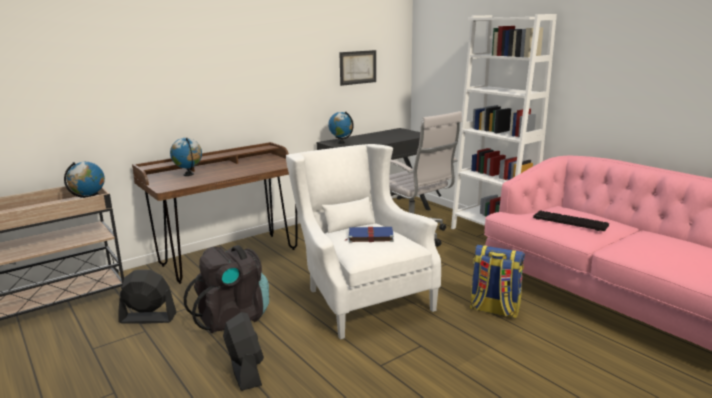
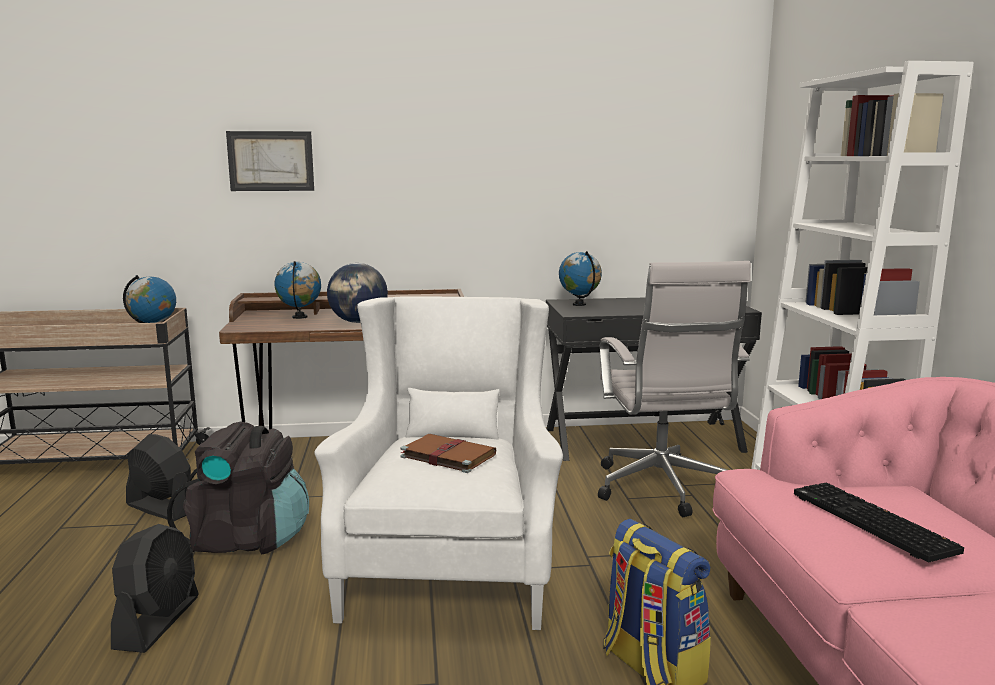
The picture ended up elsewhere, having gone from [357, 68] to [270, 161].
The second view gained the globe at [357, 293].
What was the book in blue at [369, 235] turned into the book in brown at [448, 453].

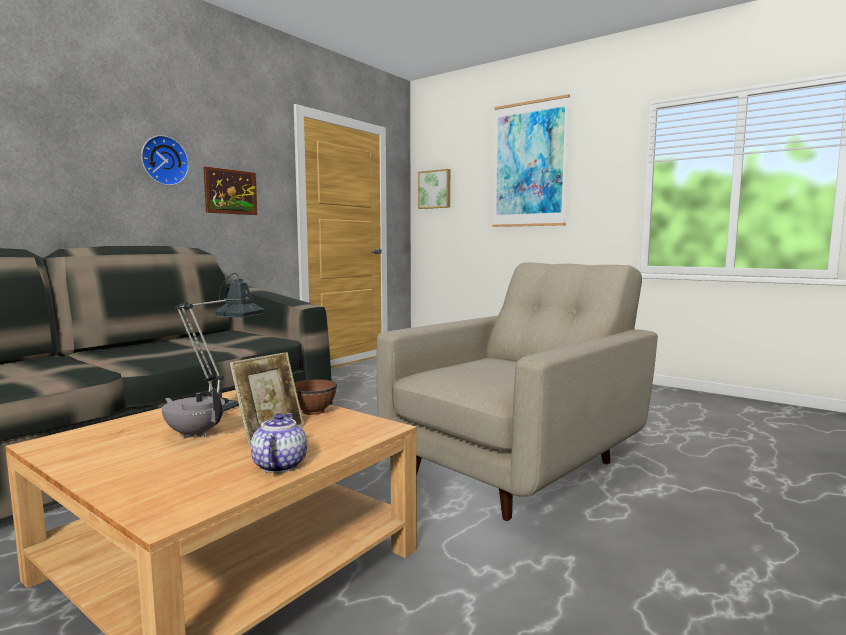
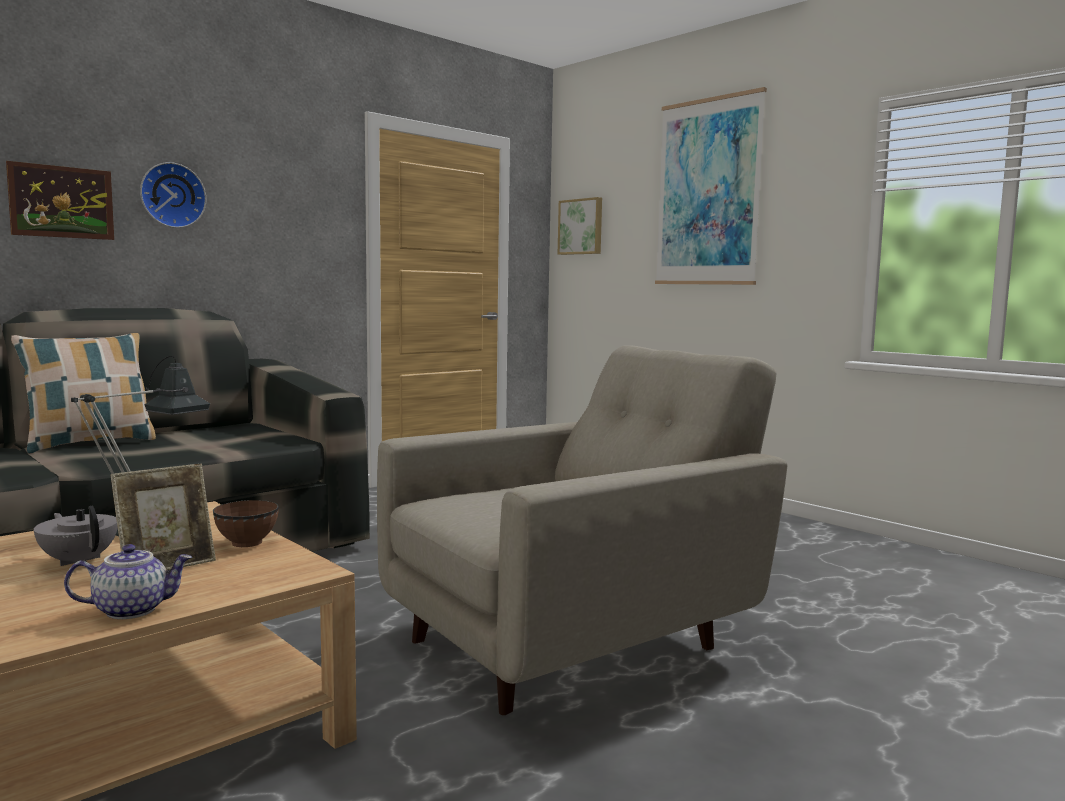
The picture ended up elsewhere, having gone from [230, 190] to [60, 200].
The second view gained the pillow at [83, 393].
The teapot at [279, 443] ended up facing another way, 60 degrees clockwise from before.

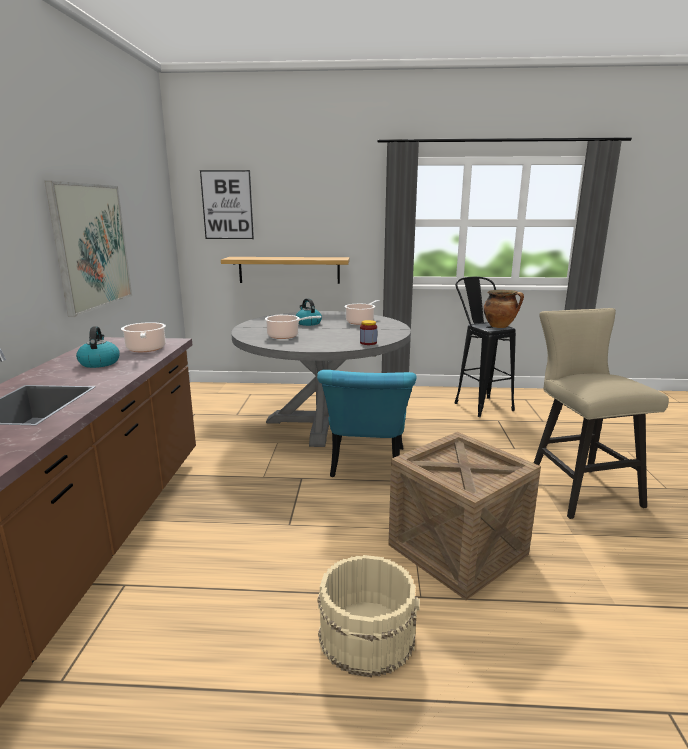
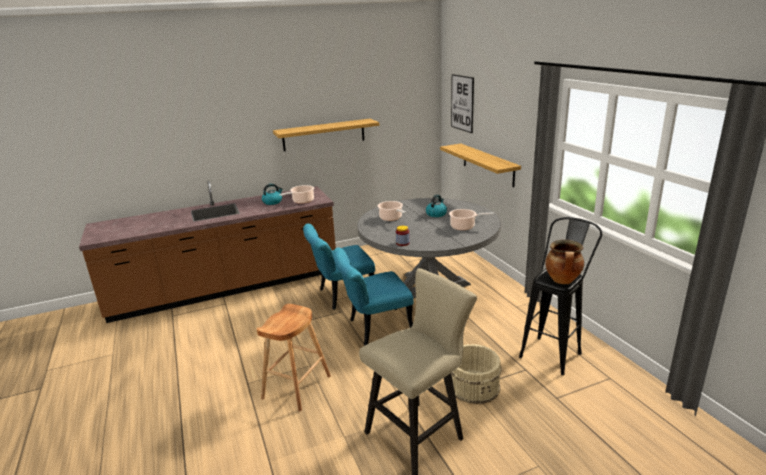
Where the crate stood at [464, 516], the stool in brown came to stand at [294, 358].
Where the picture hung at [88, 249], the shelf came to hang at [326, 135].
The second view gained the chair in turquoise at [339, 267].
The bucket in beige ended up elsewhere, having gone from [369, 616] to [476, 374].

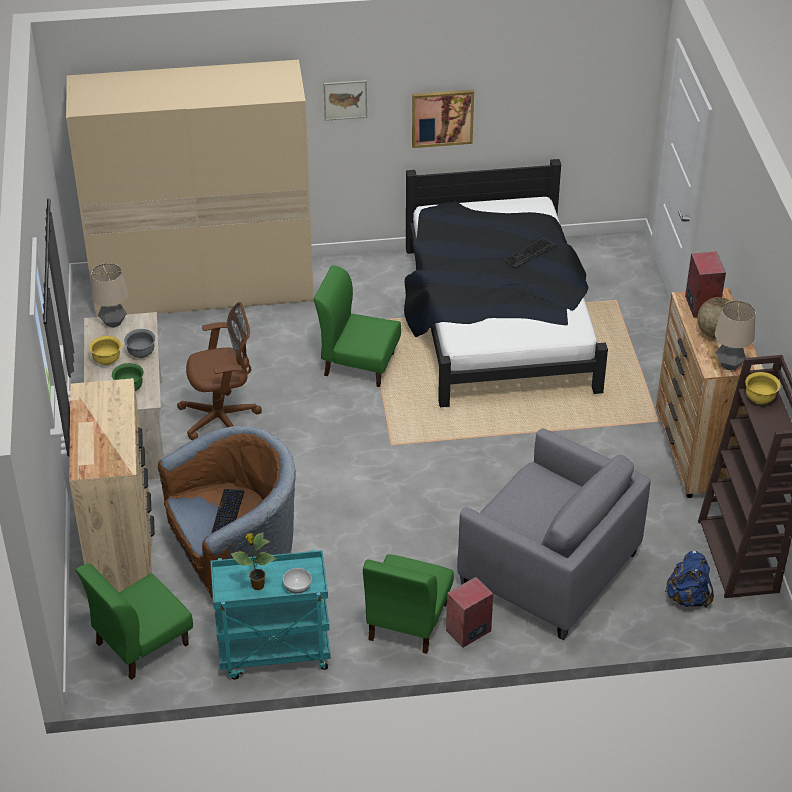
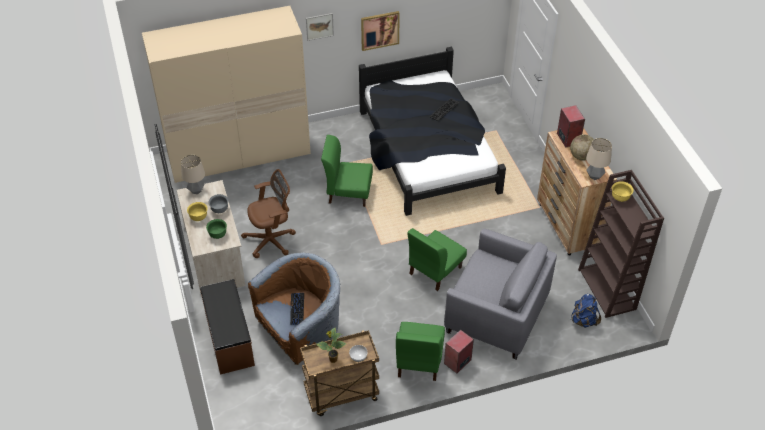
Where the dresser in beige stood at [112, 485], the bench in brown came to stand at [227, 327].
What was the cart in turquoise at [270, 614] turned into the cart in brown at [339, 373].
The chair in green ended up elsewhere, having gone from [134, 621] to [437, 259].

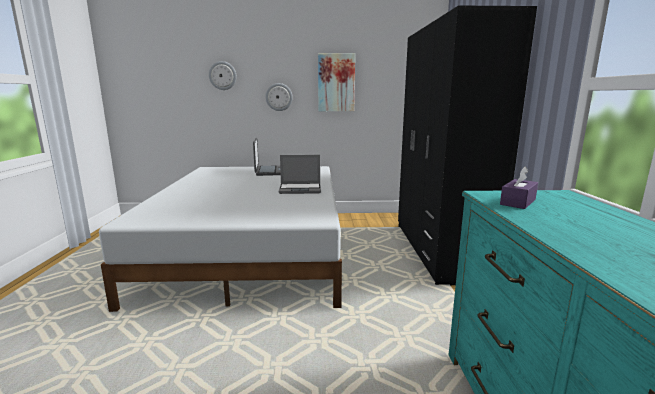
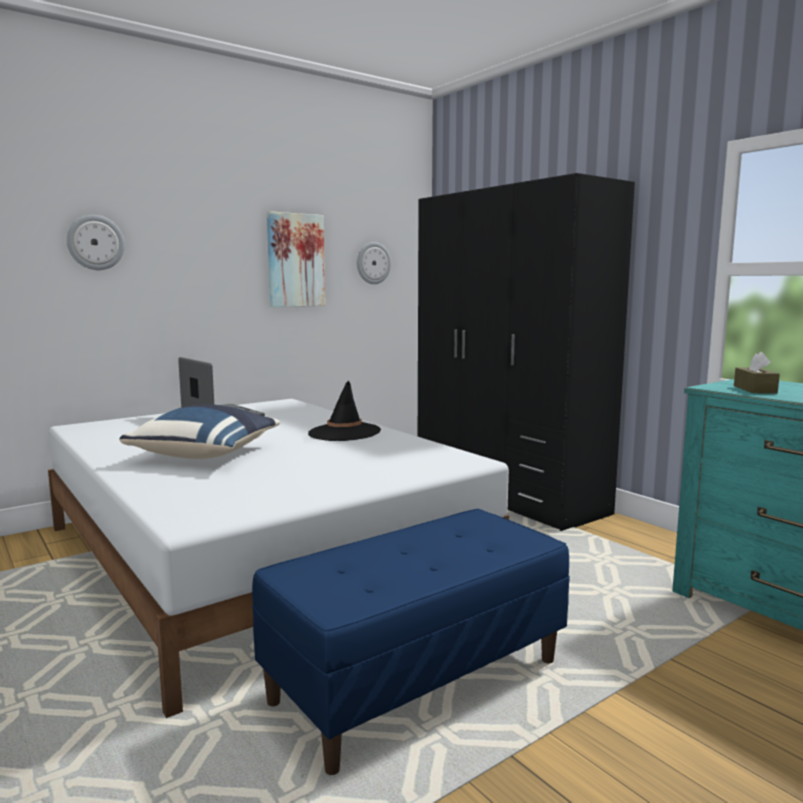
The second view gained the pillow in blue at [199, 431].
The second view gained the bench in blue at [411, 642].
Where the laptop stood at [300, 174], the hat in black came to stand at [344, 411].
The wall clock ended up elsewhere, having gone from [279, 97] to [374, 263].
What was the tissue box in purple at [519, 187] turned into the tissue box in brown at [757, 372].

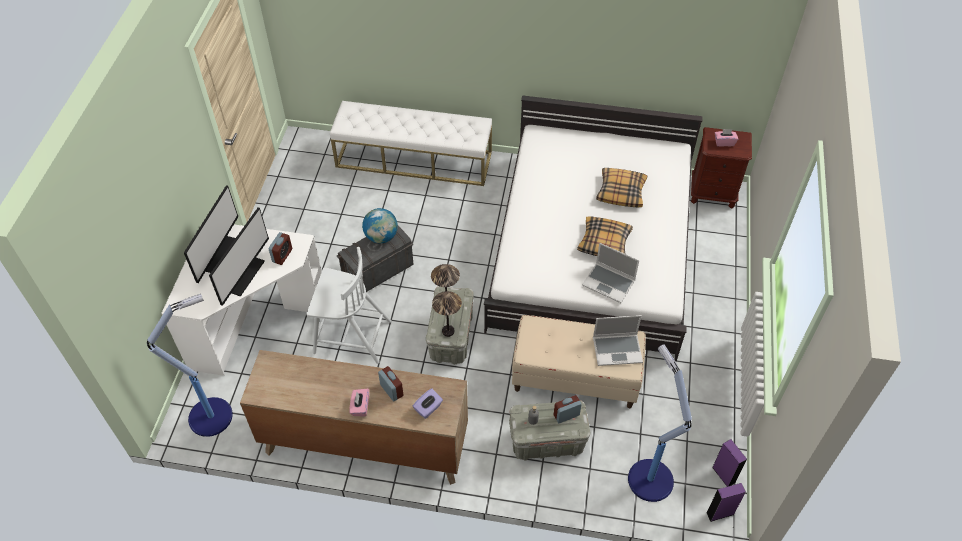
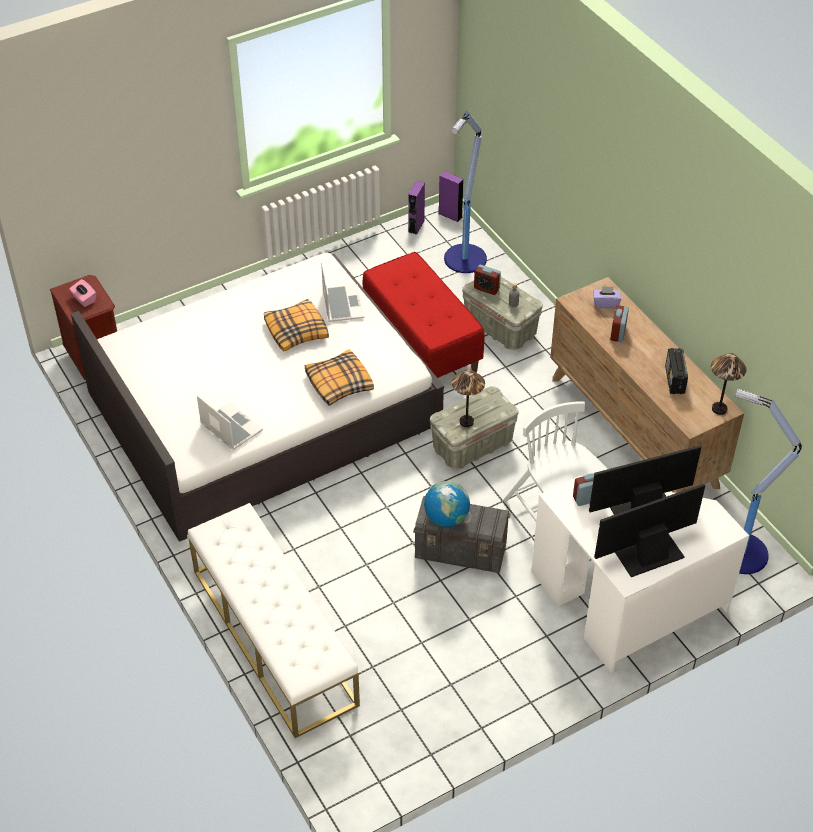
The laptop ended up elsewhere, having gone from [618, 340] to [230, 422].
The pillow ended up elsewhere, having gone from [621, 187] to [339, 377].
What was the bench in beige at [579, 361] turned into the bench in red at [423, 315].
The second view gained the radio at [676, 371].
The table lamp ended up elsewhere, having gone from [447, 314] to [728, 384].
The second view lost the tissue box in pink at [359, 403].

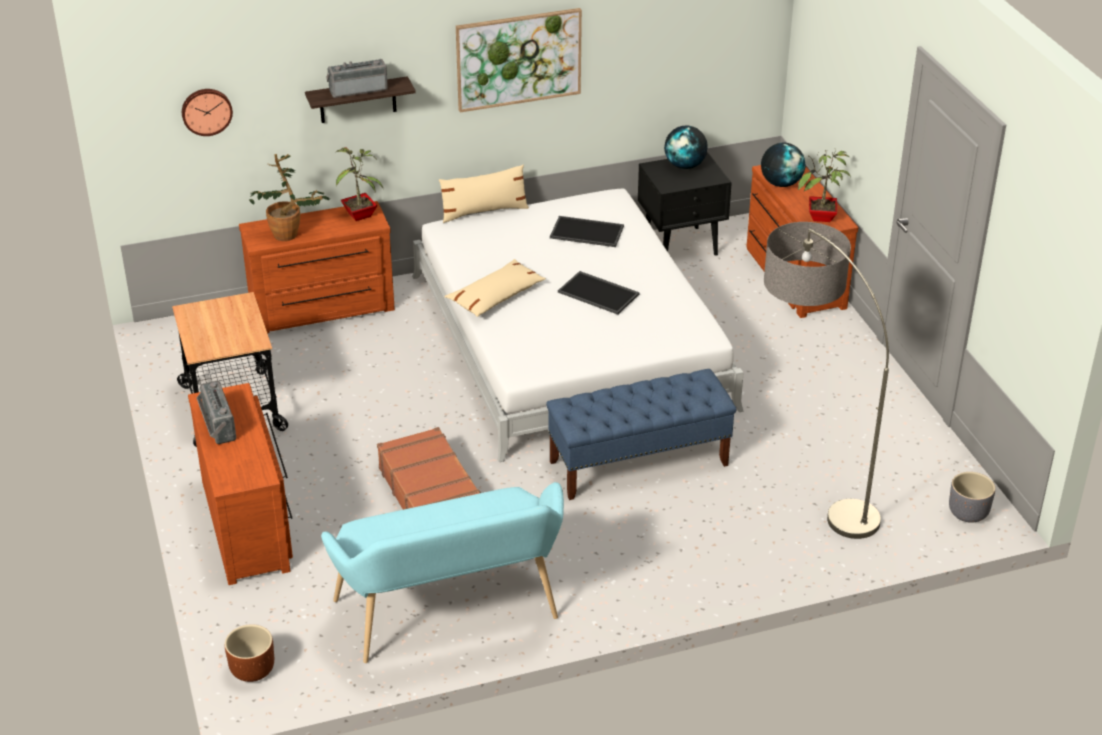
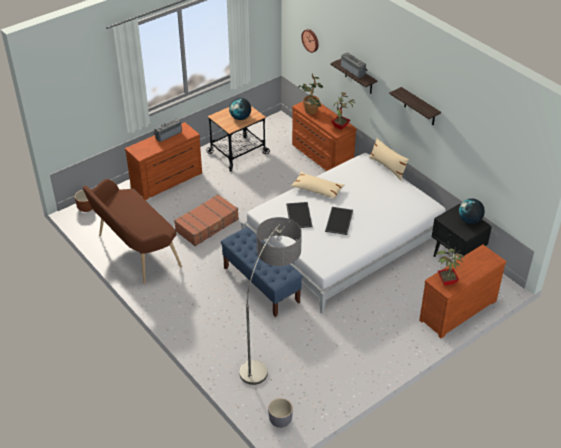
What was the bench in turquoise at [442, 572] turned into the bench in brown at [132, 231].
The globe ended up elsewhere, having gone from [783, 165] to [240, 109].
The tray ended up elsewhere, having gone from [587, 231] to [299, 215].
Where the picture hung at [519, 60], the shelf came to hang at [415, 106].

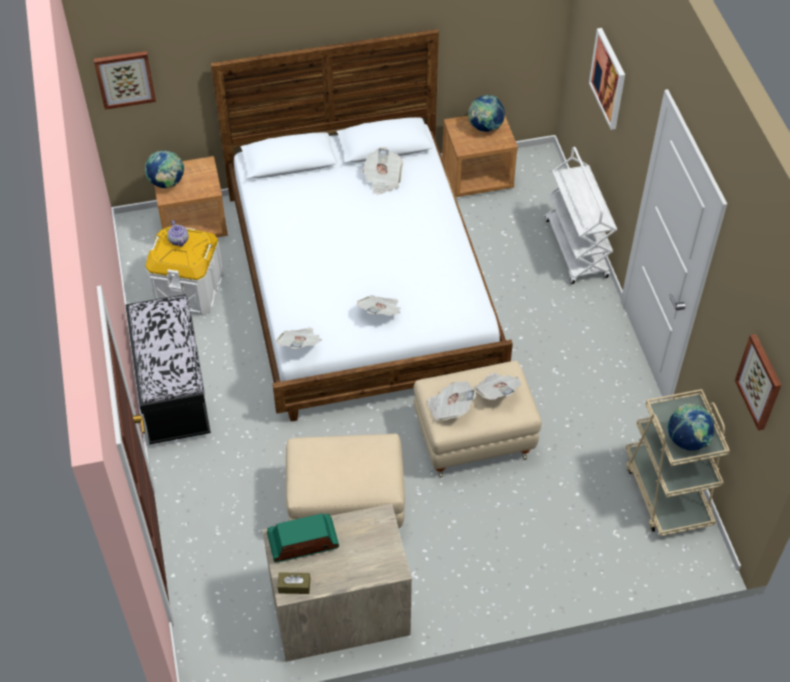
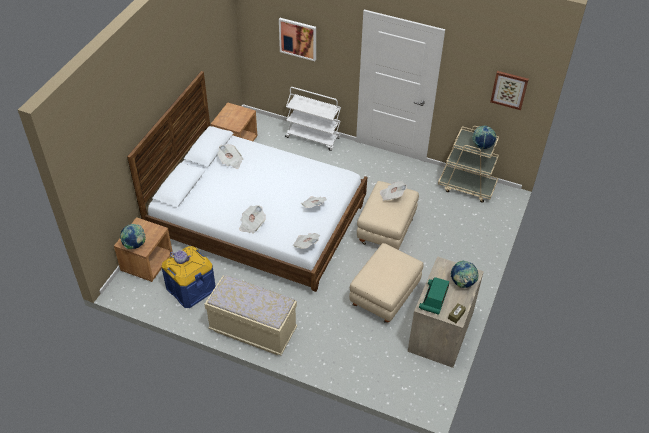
What was the storage box in white at [184, 270] turned into the storage box in blue at [188, 277].
What was the bench in black at [168, 369] turned into the bench in beige at [251, 315].
The newspaper ended up elsewhere, having gone from [451, 401] to [252, 219].
The globe ended up elsewhere, having gone from [486, 113] to [465, 274].
The second view lost the picture at [125, 80].

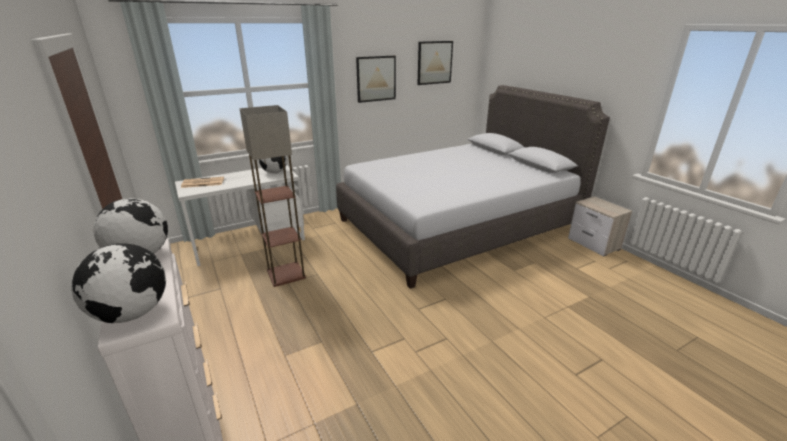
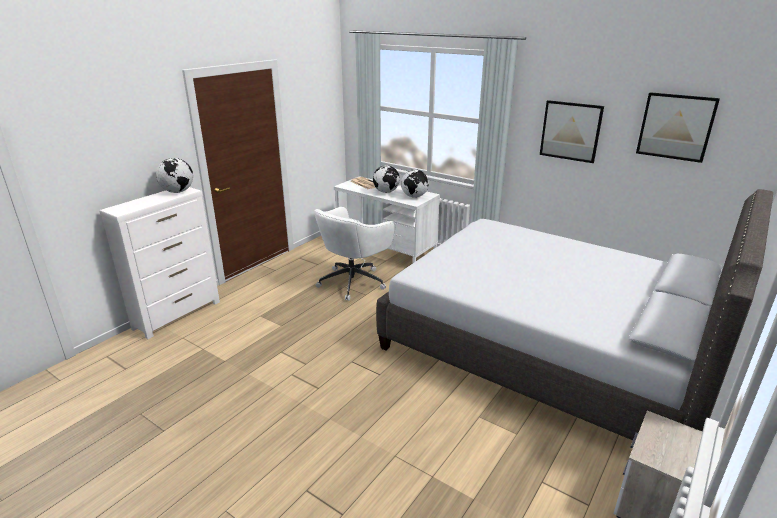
Where the floor lamp stood at [273, 196], the office chair in white came to stand at [354, 254].
The globe ended up elsewhere, having gone from [118, 283] to [386, 179].

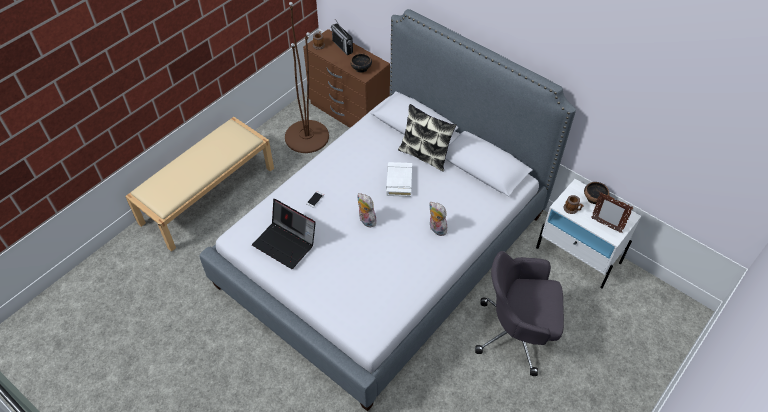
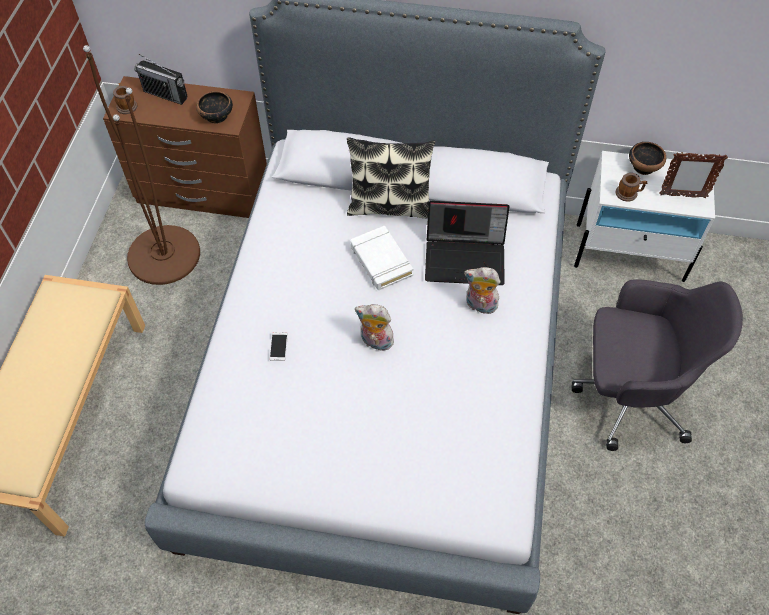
The laptop ended up elsewhere, having gone from [284, 234] to [467, 243].
The office chair in grey at [519, 313] ended up facing another way, 150 degrees counterclockwise from before.

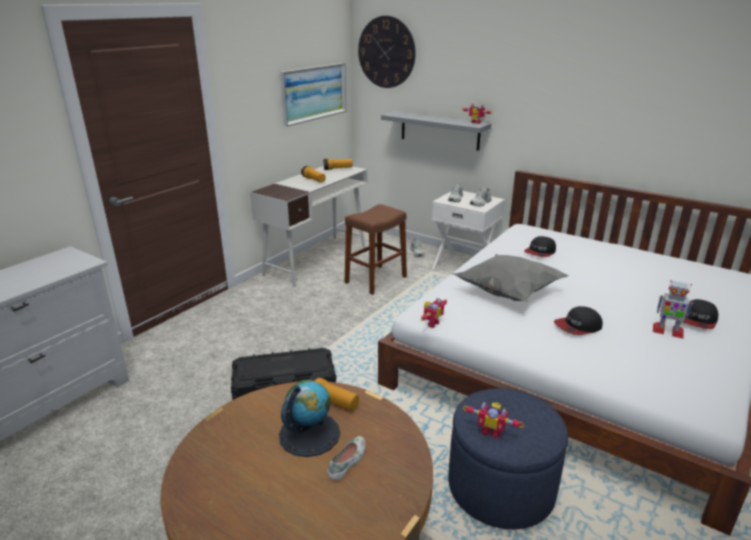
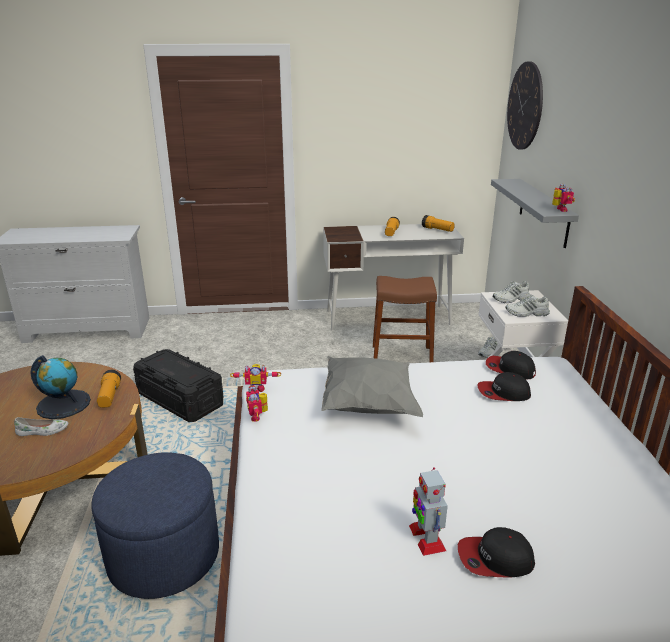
The toy robot ended up elsewhere, having gone from [493, 420] to [257, 404].
The cap ended up elsewhere, having gone from [578, 320] to [511, 365].
The second view lost the picture at [313, 94].

